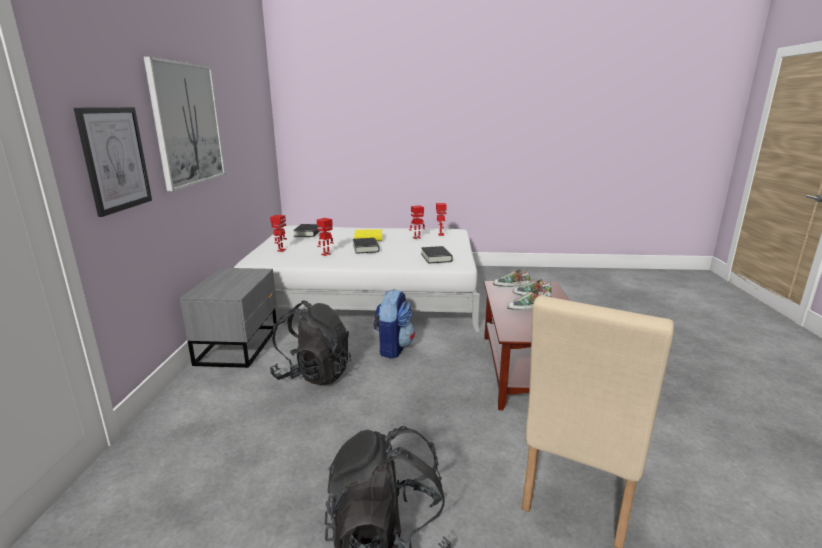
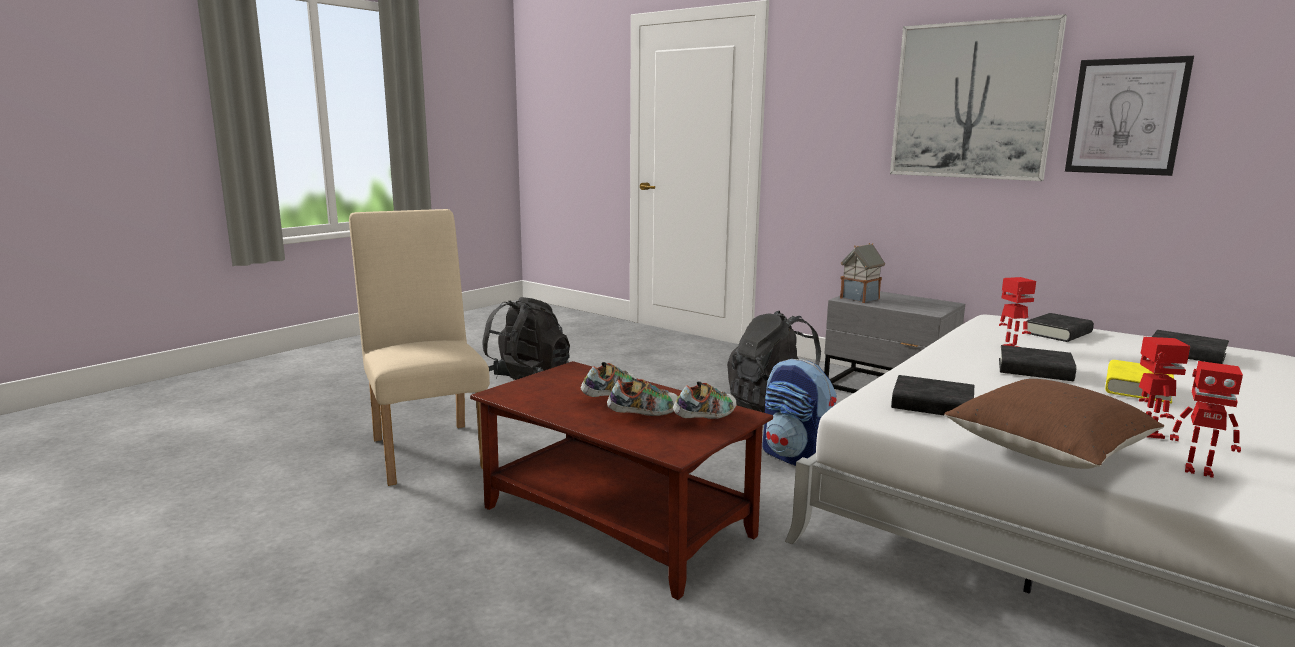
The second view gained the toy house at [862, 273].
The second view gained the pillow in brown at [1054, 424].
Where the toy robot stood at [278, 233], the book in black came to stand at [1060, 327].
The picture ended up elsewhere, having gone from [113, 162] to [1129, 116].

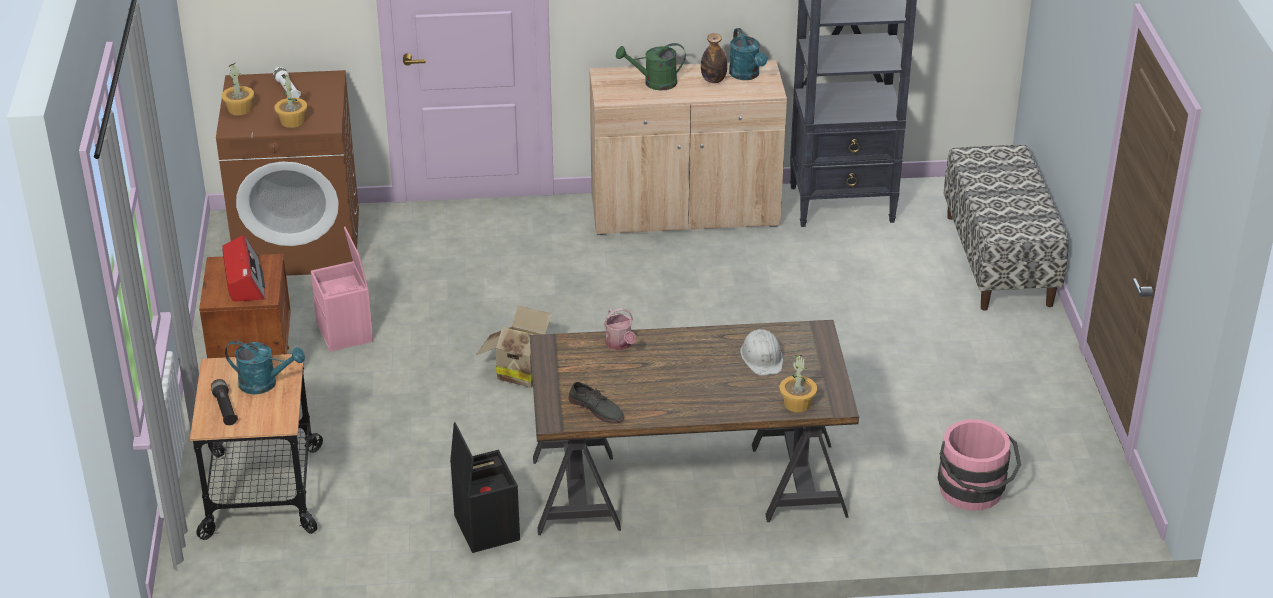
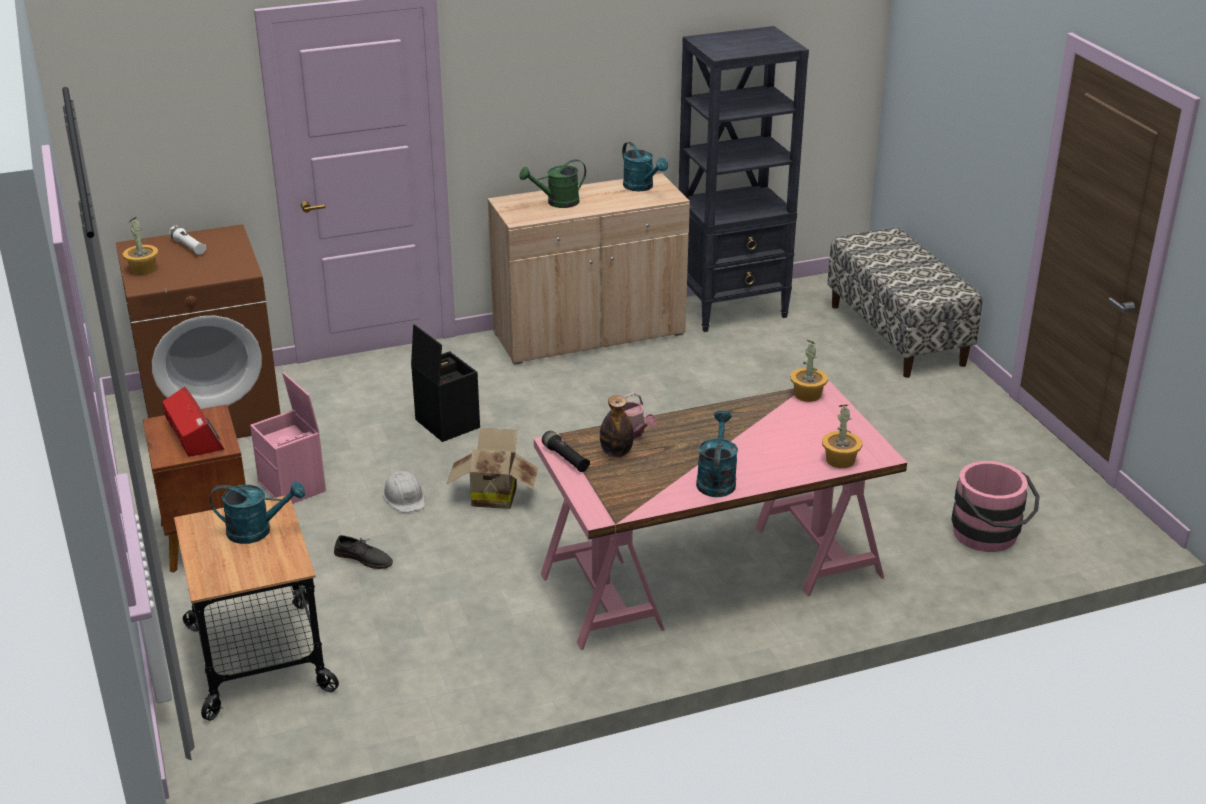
The shoe in grey ended up elsewhere, having gone from [596, 403] to [363, 552].
The hard hat in white ended up elsewhere, having gone from [761, 352] to [404, 492].
The storage box in black ended up elsewhere, having gone from [485, 487] to [445, 383].
What was the desk in brown at [694, 427] turned into the desk in pink at [720, 515].
The flashlight in black ended up elsewhere, having gone from [224, 402] to [566, 451].
The bottle ended up elsewhere, having gone from [714, 58] to [617, 426].
The second view gained the watering can in turquoise at [717, 453].
The potted plant ended up elsewhere, having gone from [290, 101] to [809, 371].

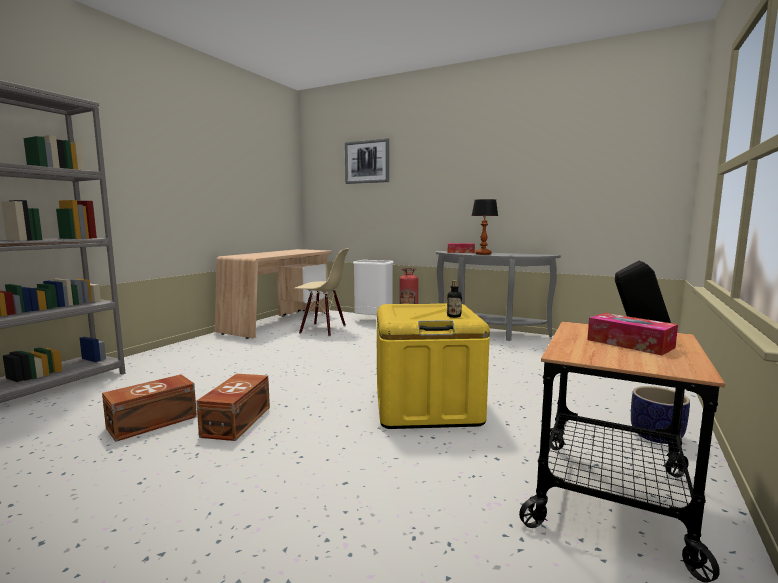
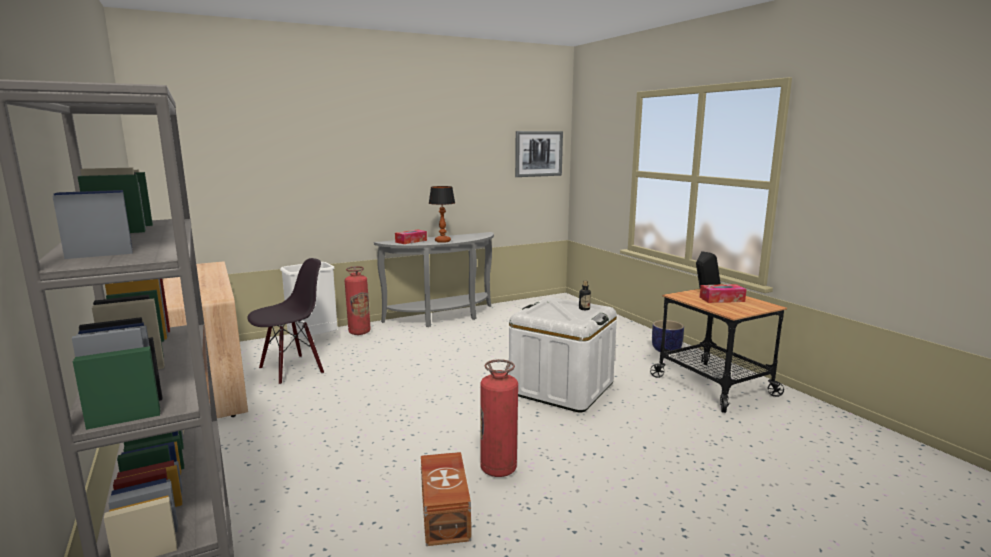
What was the chair in beige at [321, 292] turned into the chair in black at [285, 321].
Where the storage box in brown stood at [233, 407], the fire extinguisher came to stand at [499, 418].
What was the storage box in yellow at [433, 366] turned into the storage box in white at [563, 355].
The picture ended up elsewhere, having gone from [367, 161] to [539, 154].

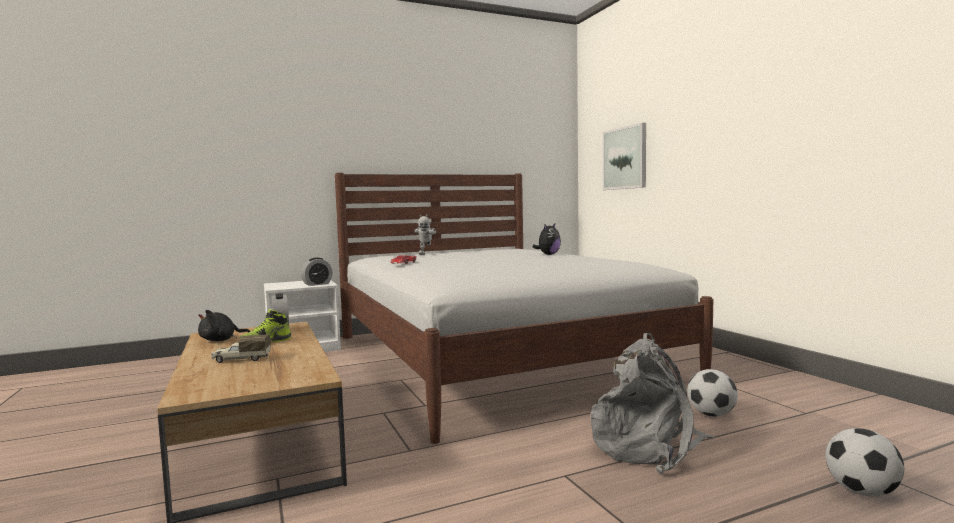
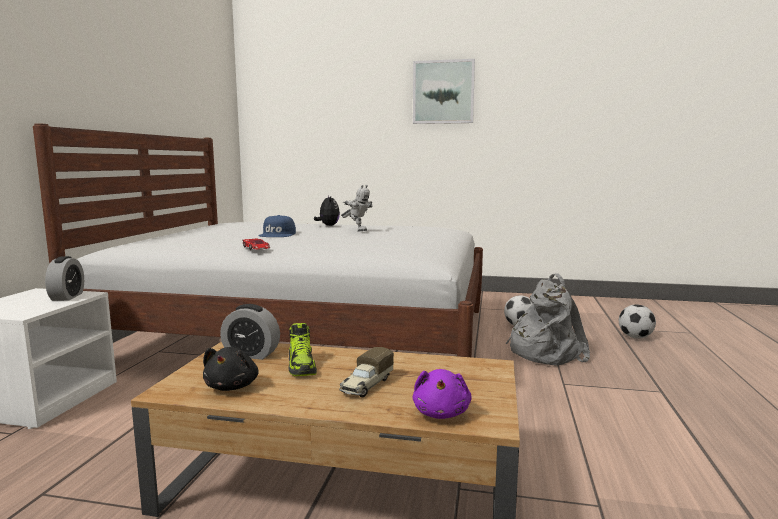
The second view gained the cap in blue at [277, 226].
The toy robot ended up elsewhere, having gone from [425, 234] to [356, 208].
The picture ended up elsewhere, having gone from [624, 156] to [444, 91].
The second view gained the plush toy in purple at [442, 394].

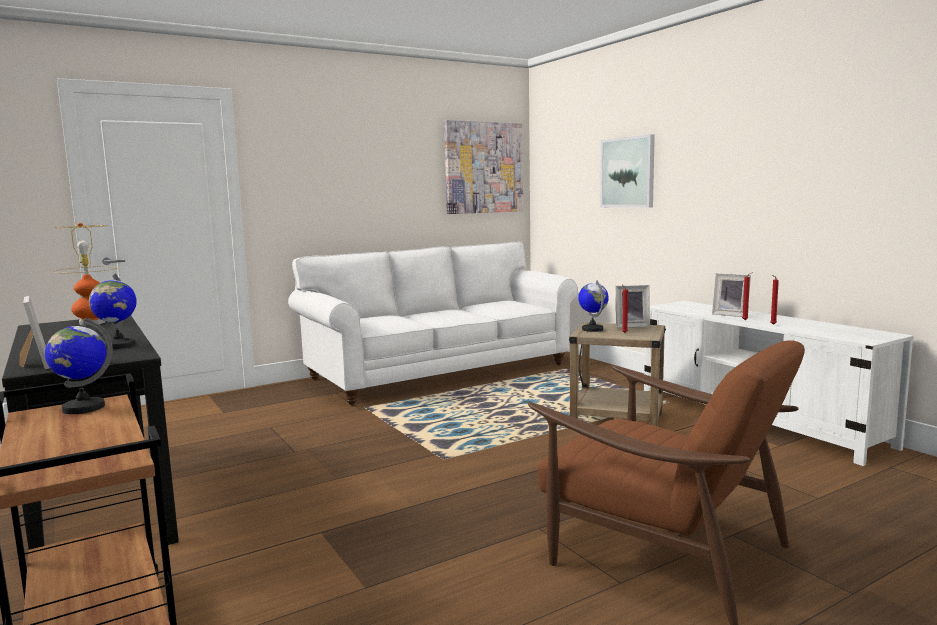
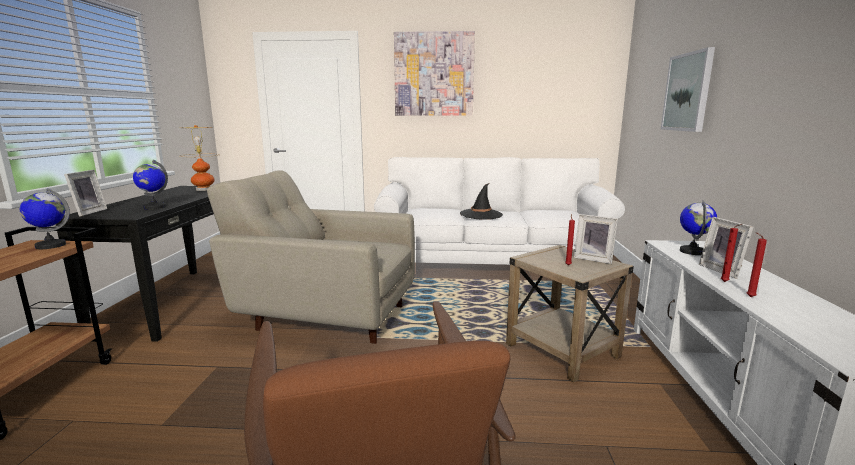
The second view gained the armchair in beige at [311, 257].
The picture ended up elsewhere, having gone from [483, 167] to [434, 73].
The second view gained the hat in black at [481, 201].
The globe ended up elsewhere, having gone from [593, 306] to [698, 227].

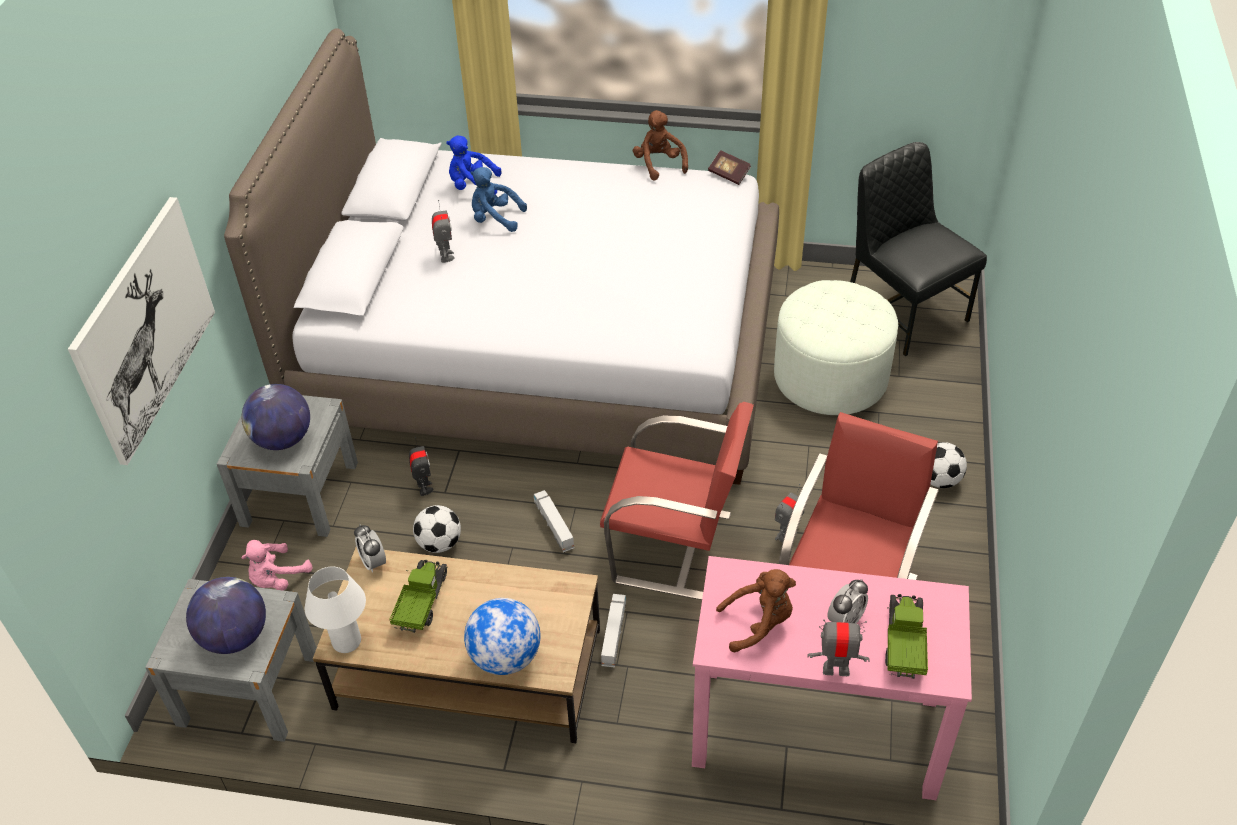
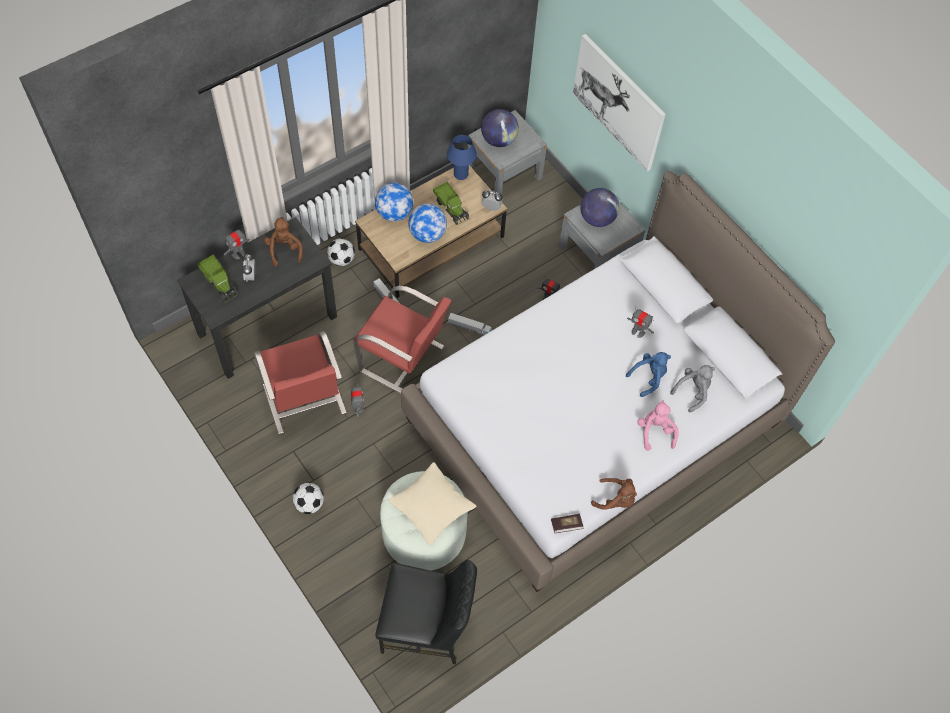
What was the desk in pink at [832, 678] turned into the desk in black at [257, 298].
The plush toy in brown at [756, 610] ended up facing another way, 135 degrees clockwise from before.
The football ended up elsewhere, having gone from [437, 529] to [341, 252].
The chair in red at [677, 501] ended up facing another way, 120 degrees counterclockwise from before.
The second view gained the pillow in beige at [432, 503].
The second view gained the globe at [427, 223].
What was the table lamp in white at [335, 609] turned into the table lamp in blue at [462, 157].
The plush toy in pink ended up elsewhere, having gone from [277, 565] to [658, 425].
What was the plush toy in blue at [474, 165] turned into the plush toy in grey at [692, 388].

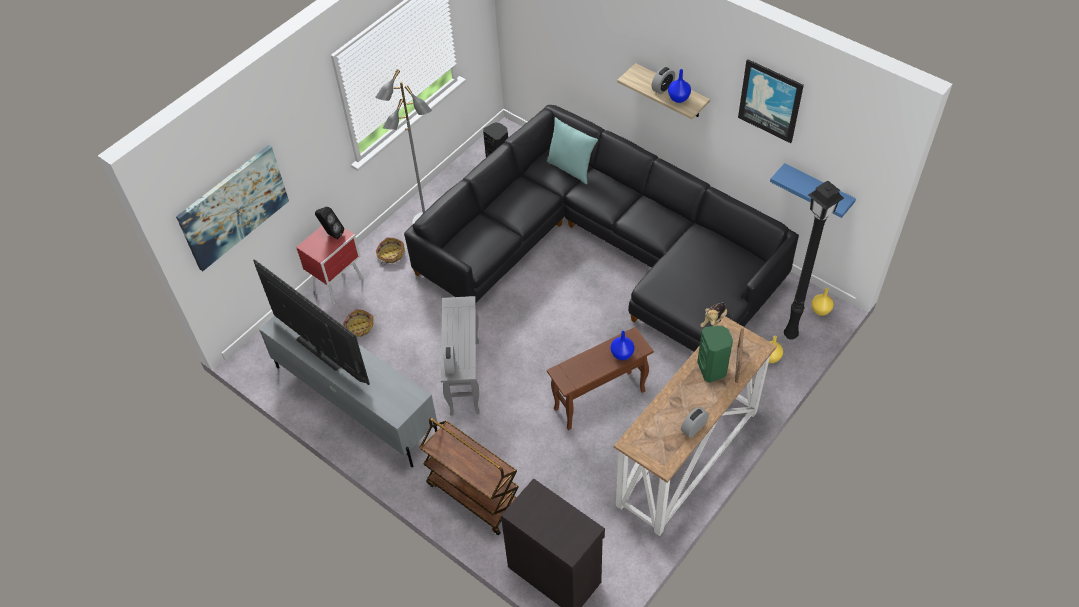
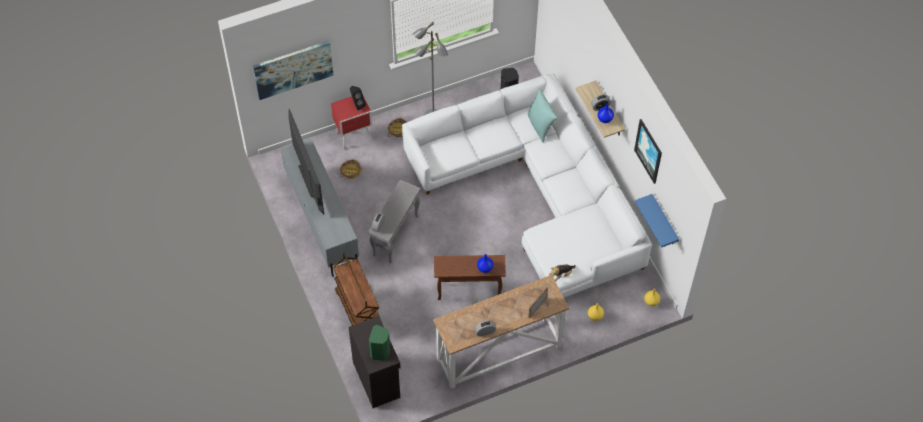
The speaker in green ended up elsewhere, having gone from [715, 354] to [379, 343].
What was the sofa in black at [601, 228] turned into the sofa in white at [527, 185].
The second view lost the floor lamp in black at [814, 260].

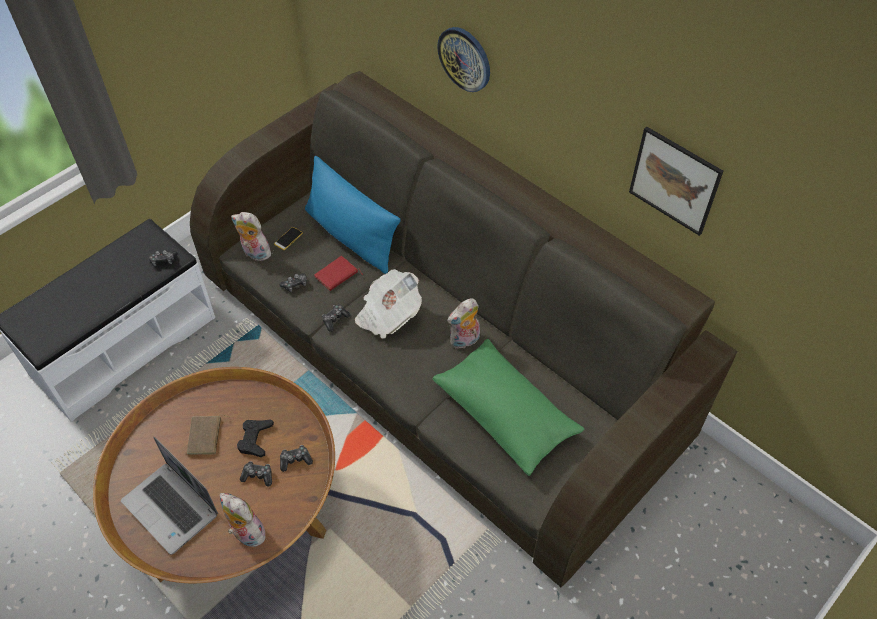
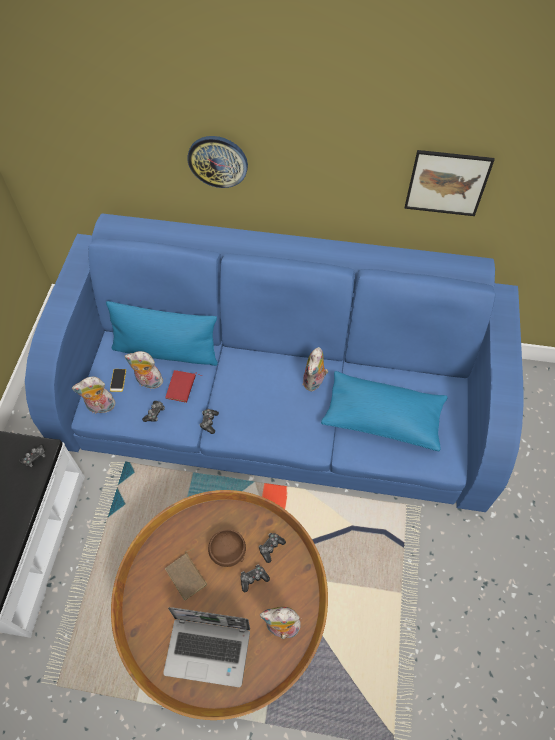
What was the sofa in grey at [463, 329] turned into the sofa in blue at [274, 363].
The second view gained the plush toy at [144, 370].
Where the game controller in black stood at [255, 438], the bowl in brown came to stand at [227, 548].
What was the pillow in green at [508, 407] turned into the pillow in blue at [384, 411].
The second view lost the newspaper at [388, 304].

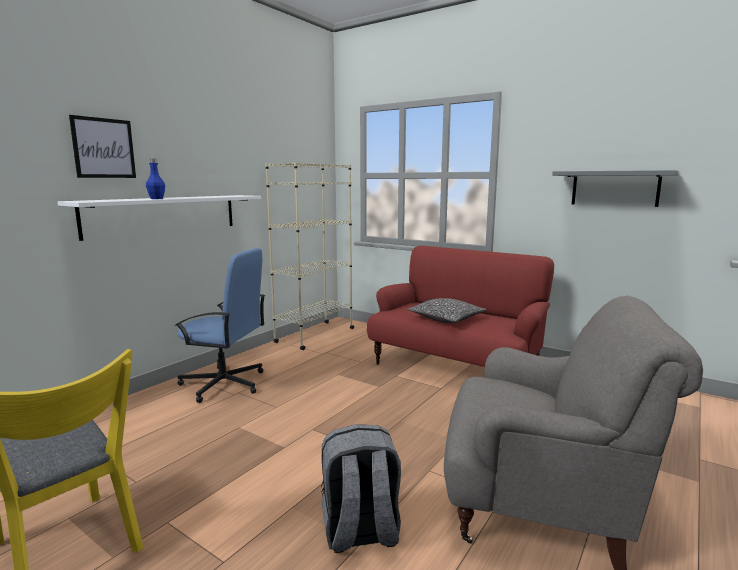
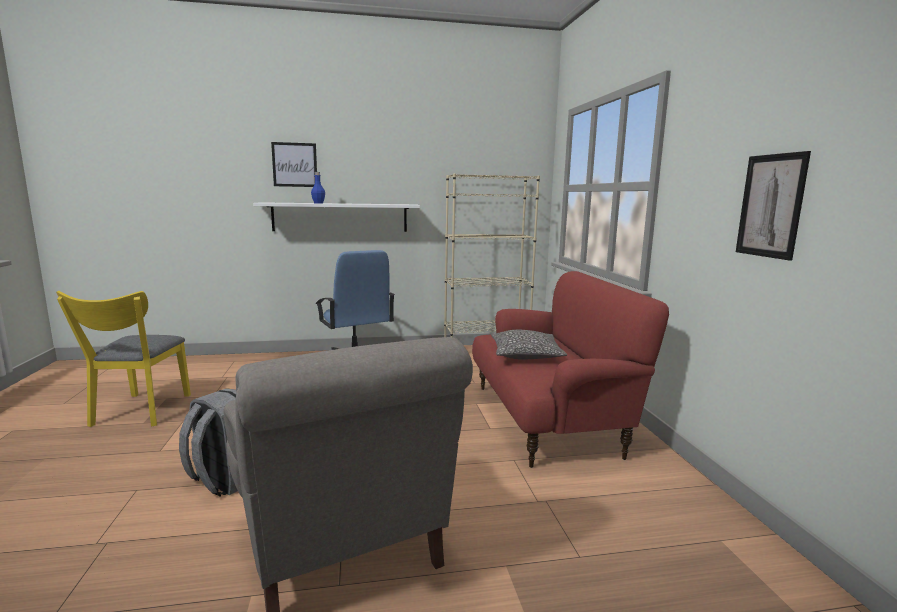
Where the shelf in grey hung at [615, 188], the picture came to hang at [773, 206].

